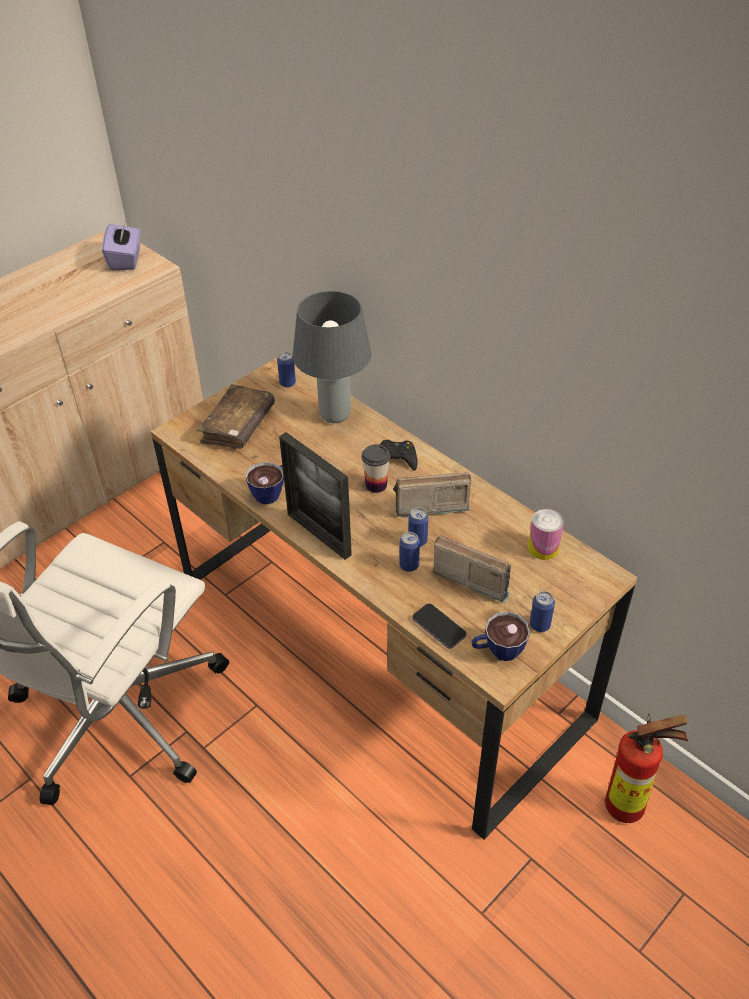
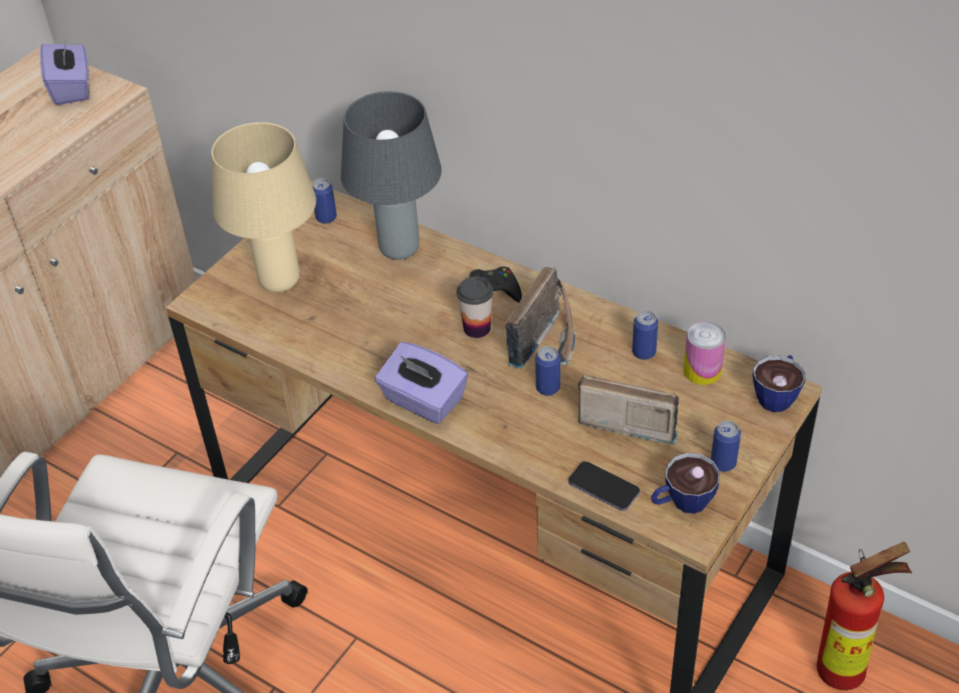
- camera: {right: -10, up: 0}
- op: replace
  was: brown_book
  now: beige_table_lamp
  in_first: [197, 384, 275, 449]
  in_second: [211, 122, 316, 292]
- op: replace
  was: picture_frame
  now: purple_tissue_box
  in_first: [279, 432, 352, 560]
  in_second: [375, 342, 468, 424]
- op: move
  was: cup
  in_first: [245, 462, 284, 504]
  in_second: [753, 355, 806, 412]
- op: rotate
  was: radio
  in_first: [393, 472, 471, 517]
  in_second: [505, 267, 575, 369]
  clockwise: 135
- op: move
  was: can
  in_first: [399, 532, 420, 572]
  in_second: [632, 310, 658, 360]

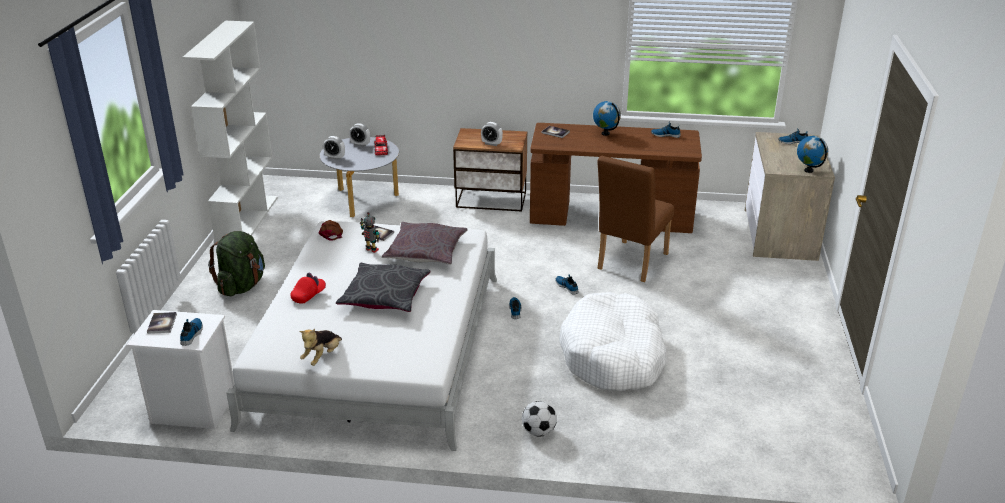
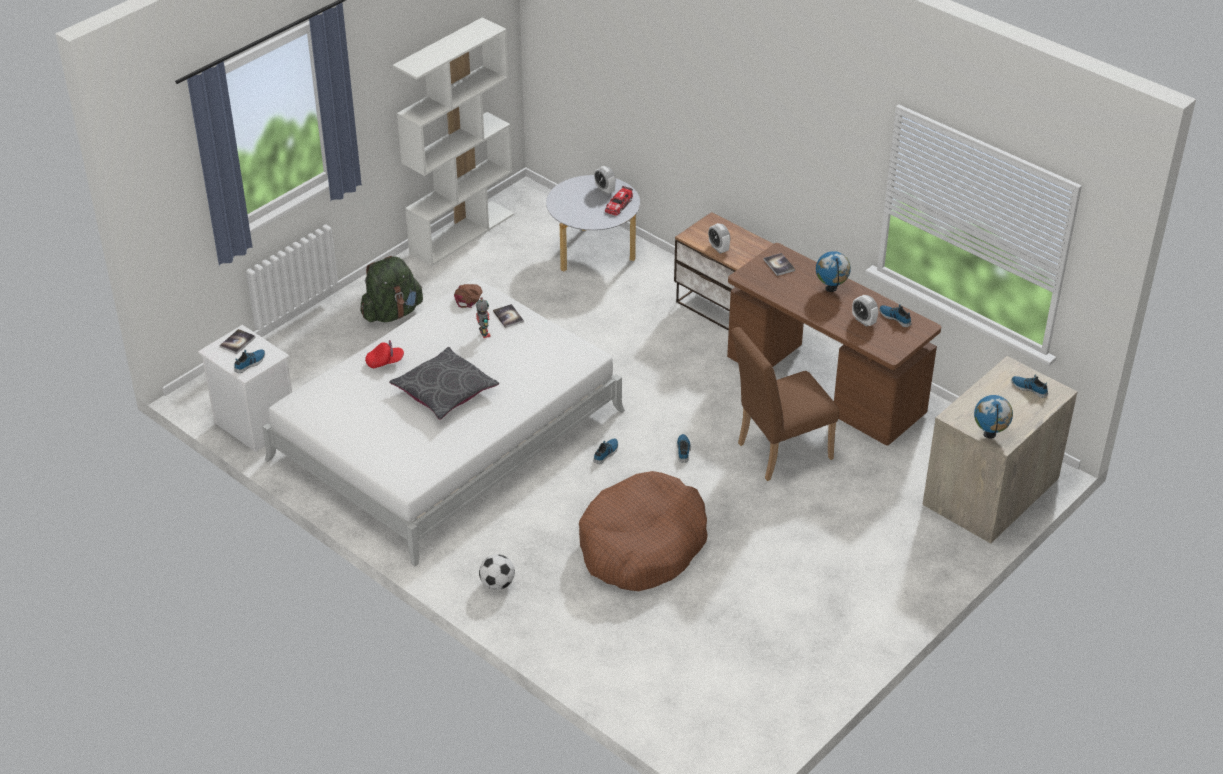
- camera: {right: 35, up: 10}
- op: move
  was: alarm_clock
  in_first: [323, 136, 345, 160]
  in_second: [852, 295, 878, 327]
- op: delete
  was: grey_pillow
  in_first: [382, 222, 468, 265]
- op: recolor
  was: white_dog_bed
  now: brown_dog_bed
  in_first: [559, 292, 667, 391]
  in_second: [579, 471, 708, 591]
- op: delete
  was: plush_toy
  in_first: [299, 329, 342, 366]

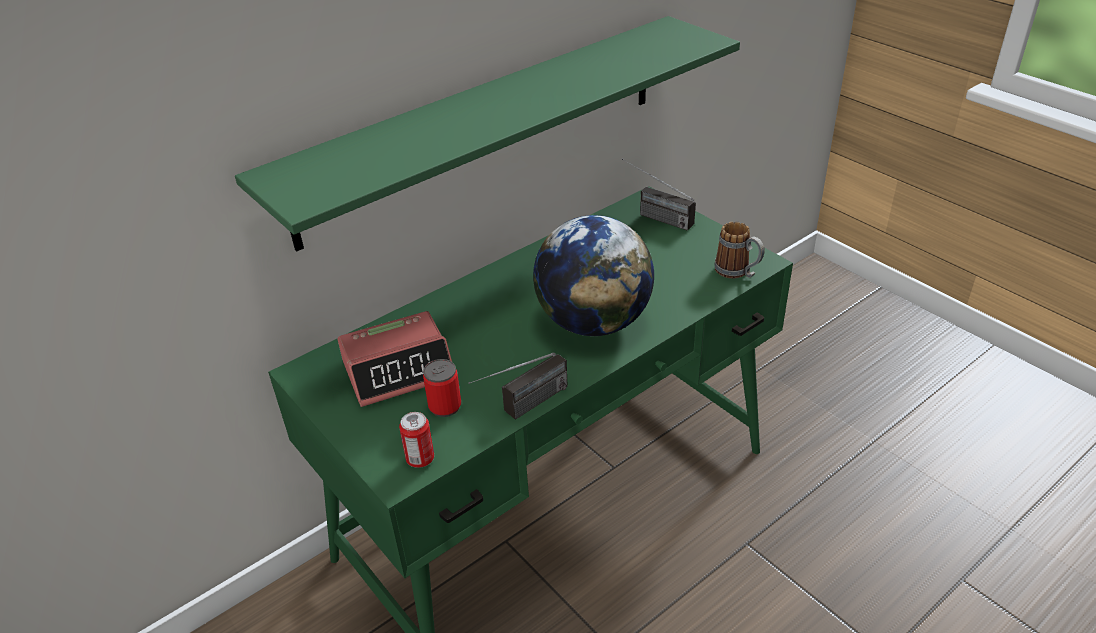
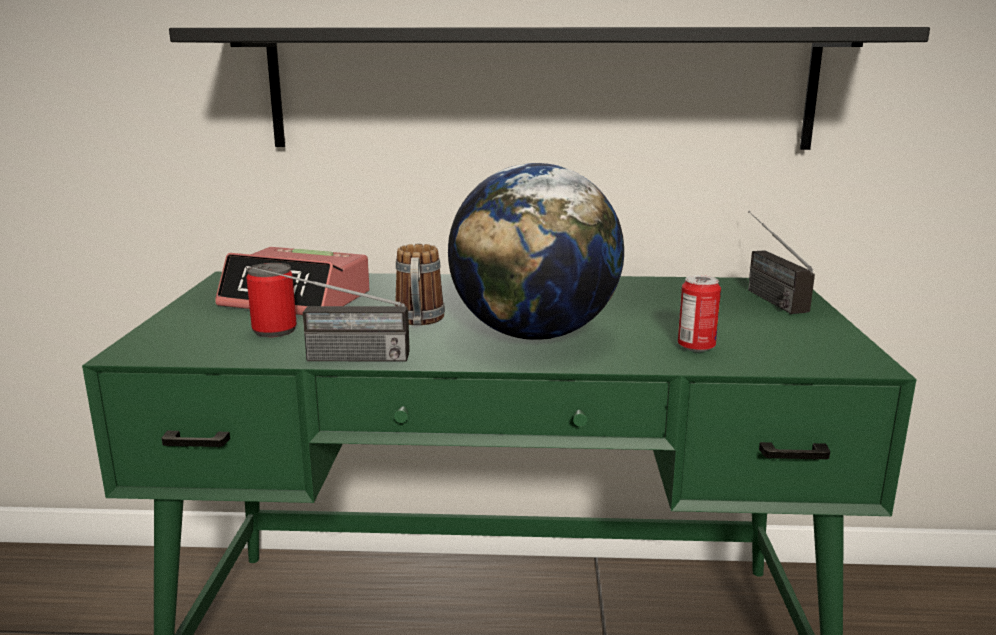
- camera: {right: 40, up: -20}
- op: recolor
  was: green_shelf
  now: black_shelf
  in_first: [235, 16, 740, 252]
  in_second: [169, 27, 930, 150]
- op: move
  was: mug
  in_first: [714, 222, 765, 279]
  in_second: [394, 244, 445, 325]
- op: move
  was: can
  in_first: [399, 412, 434, 468]
  in_second: [678, 275, 721, 352]

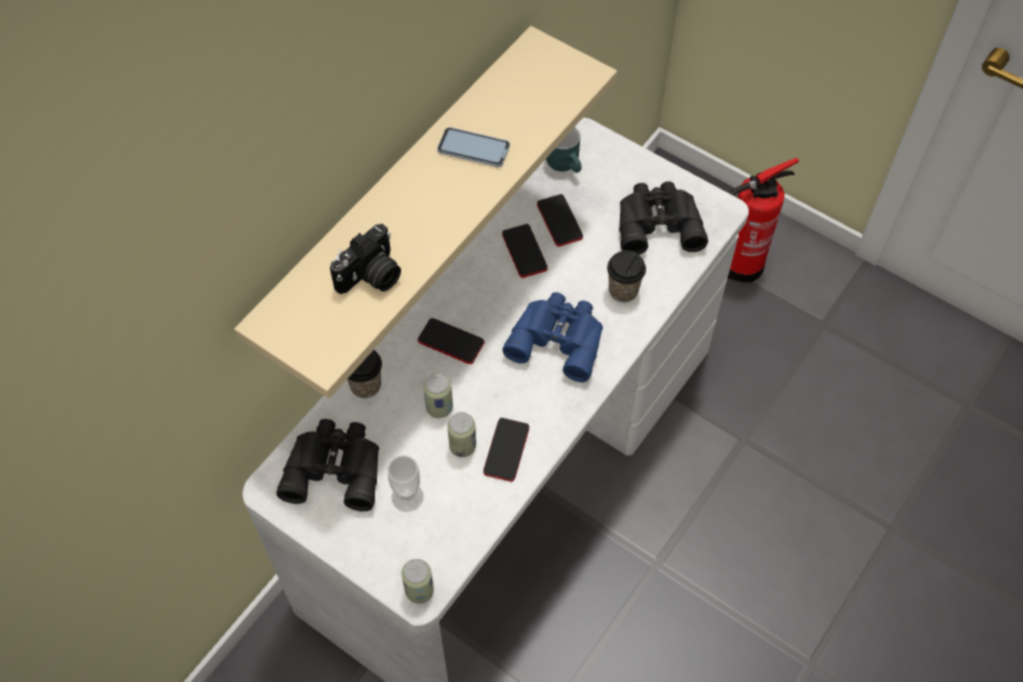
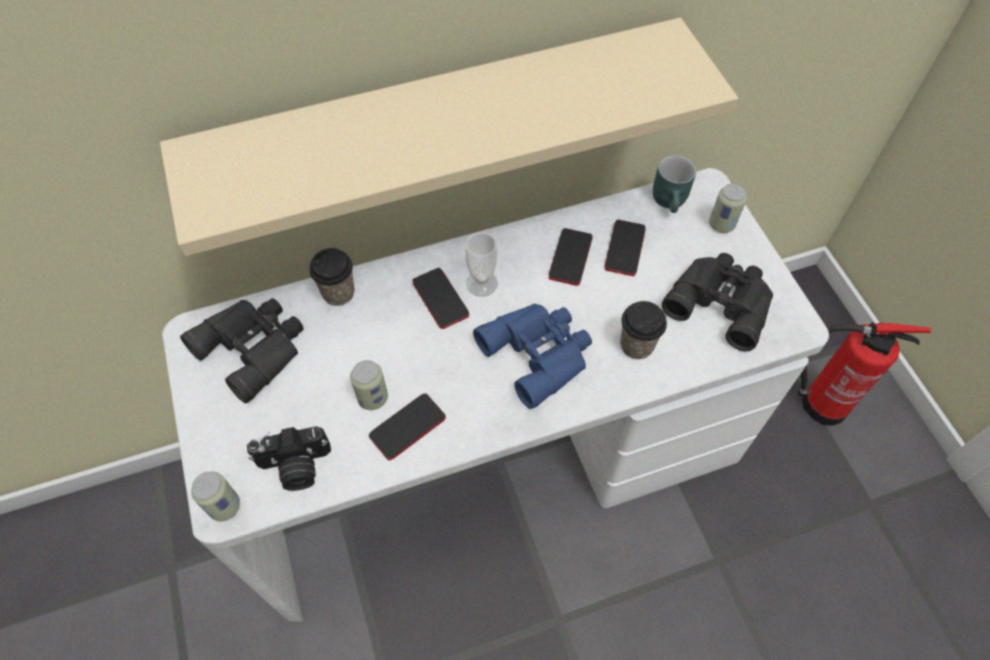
- camera: {right: 35, up: 0}
- op: delete
  was: phone
  in_first: [437, 127, 510, 167]
- op: move
  was: photo_camera
  in_first: [330, 224, 401, 294]
  in_second: [247, 426, 331, 491]
- op: move
  was: can
  in_first: [423, 373, 453, 418]
  in_second: [709, 183, 747, 233]
- op: move
  was: cup
  in_first: [387, 455, 424, 512]
  in_second: [465, 232, 498, 297]

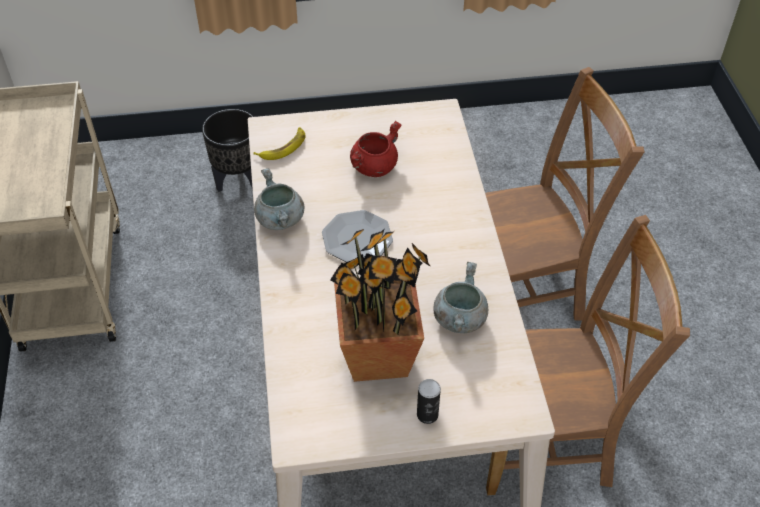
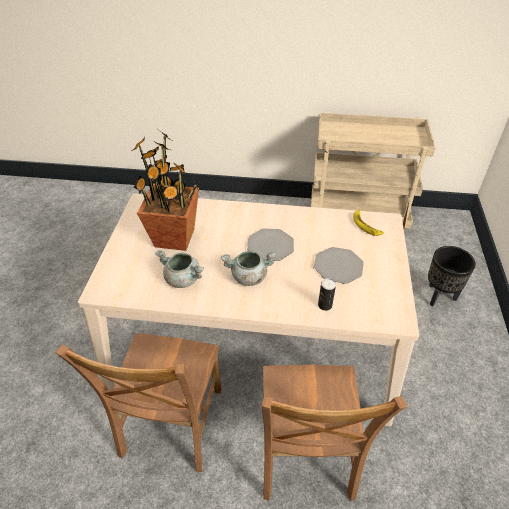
- camera: {right: 105, up: -5}
- op: replace
  was: red_cooking_pot
  now: plate
  in_first: [350, 121, 401, 177]
  in_second: [314, 247, 364, 284]
- op: move
  was: grey_cooking_pot
  in_first: [254, 168, 304, 230]
  in_second: [221, 251, 276, 286]
- op: move
  was: can
  in_first: [417, 379, 441, 424]
  in_second: [318, 278, 336, 311]

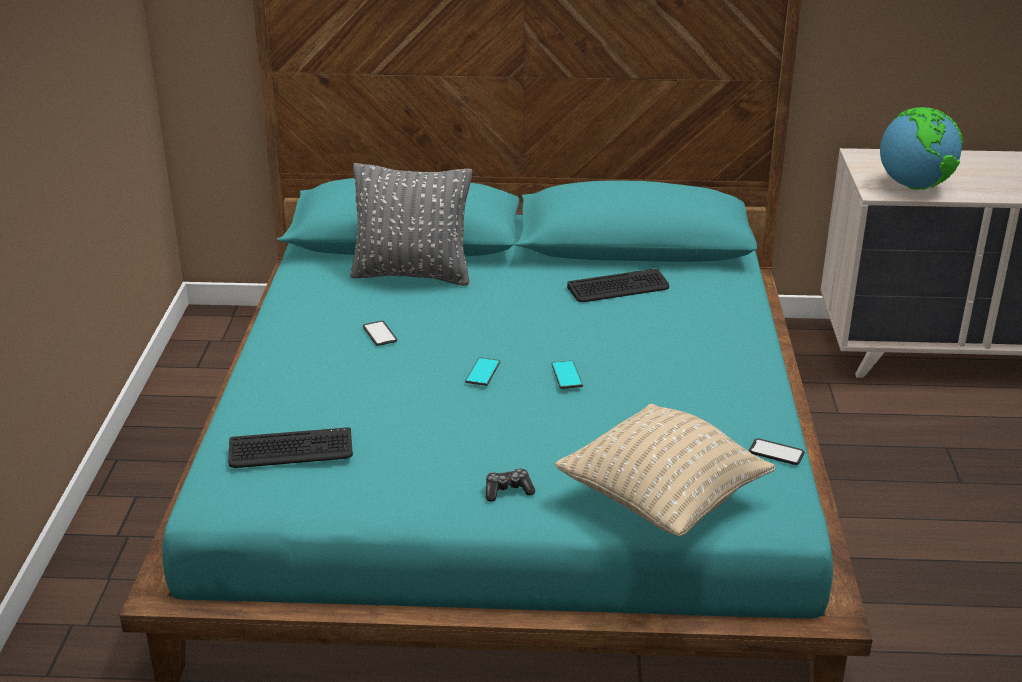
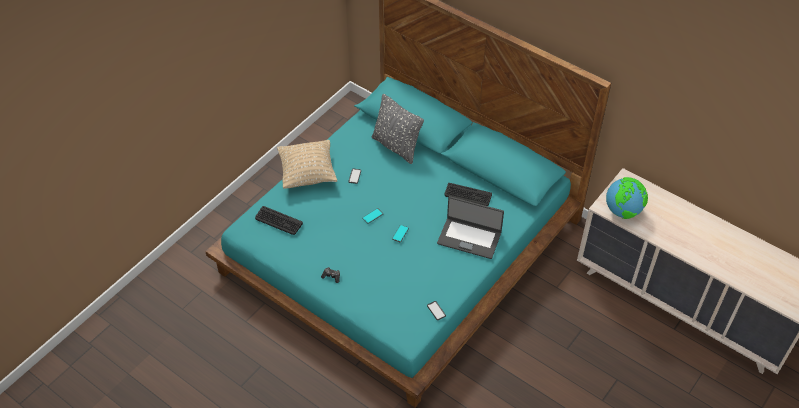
- camera: {right: 35, up: 20}
- op: move
  was: beige_pillow
  in_first: [555, 404, 775, 536]
  in_second: [277, 140, 337, 189]
- op: insert
  now: laptop
  in_second: [437, 196, 504, 259]

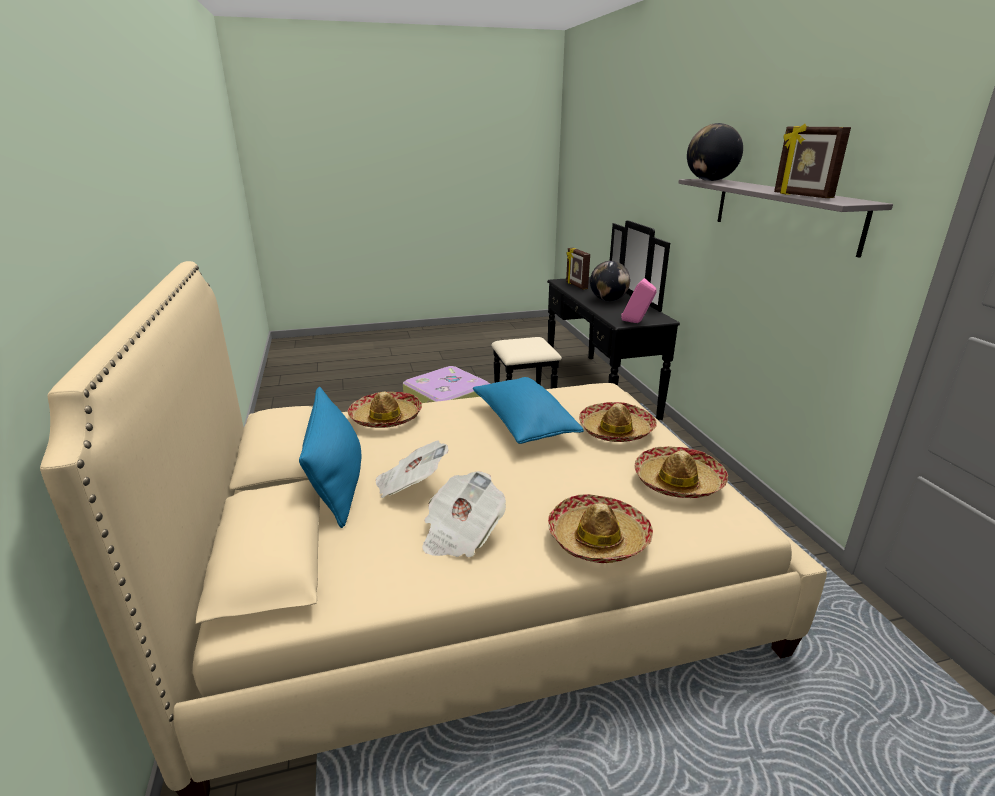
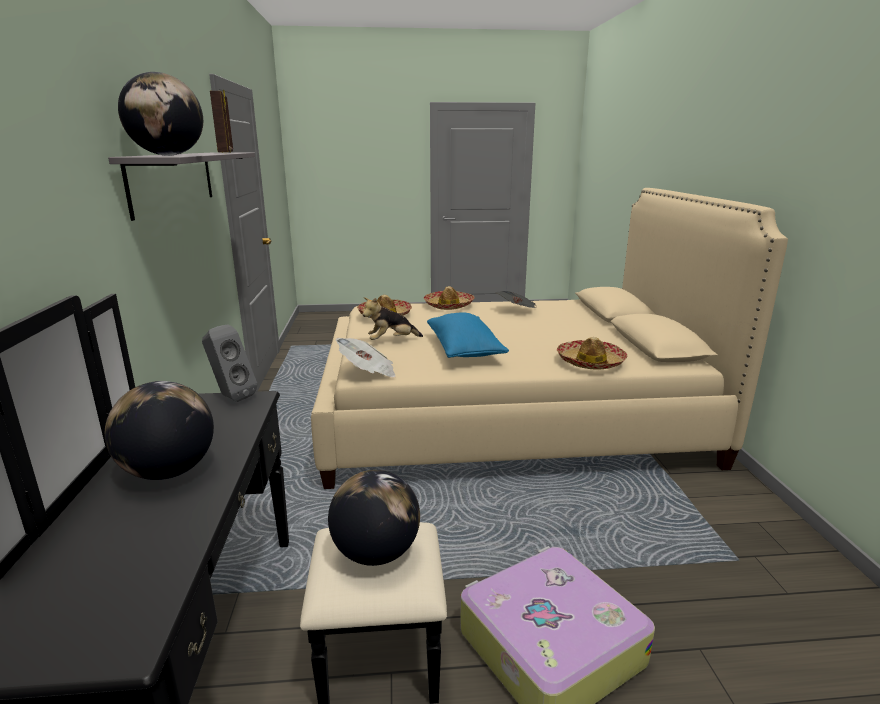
- camera: {right: -170, up: -5}
- op: delete
  was: picture_frame
  in_first: [566, 248, 590, 290]
- op: recolor
  was: pink_speaker
  now: grey_speaker
  in_first: [621, 278, 657, 323]
  in_second: [202, 324, 257, 402]
- op: delete
  was: blue_pillow
  in_first: [299, 387, 361, 528]
- op: replace
  was: hat
  now: plush_toy
  in_first: [579, 402, 657, 442]
  in_second: [363, 297, 423, 340]
- op: move
  was: newspaper
  in_first: [375, 440, 448, 498]
  in_second: [336, 338, 395, 378]
- op: insert
  now: globe
  in_second: [328, 470, 420, 566]

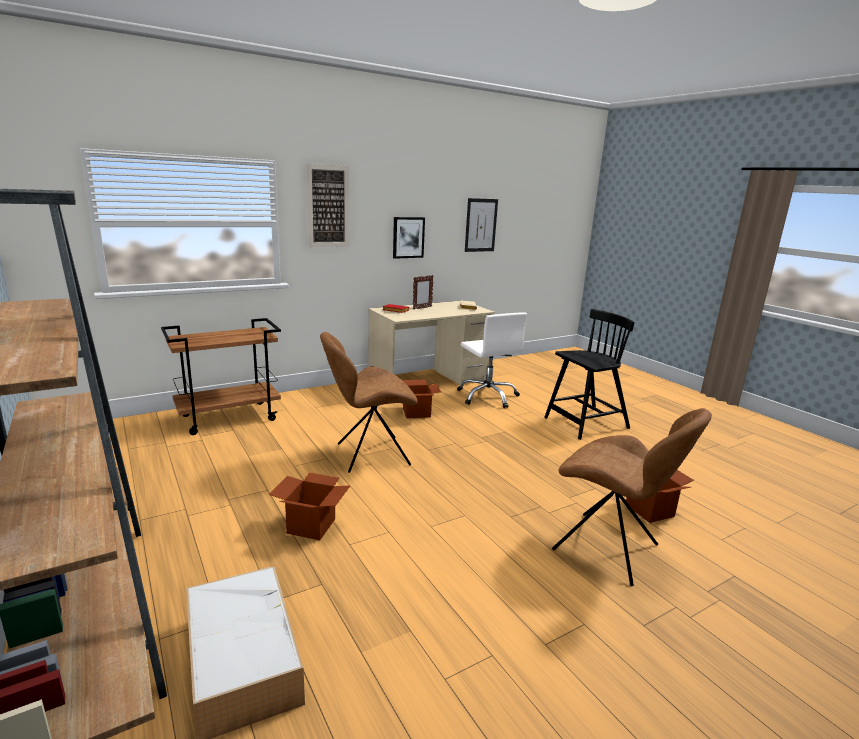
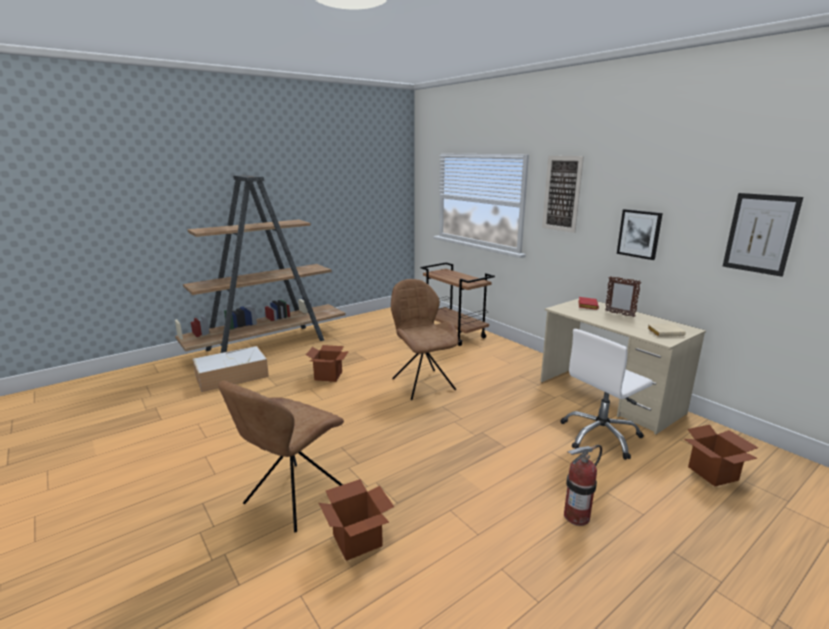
- camera: {right: 85, up: 0}
- op: replace
  was: black_chair
  now: fire_extinguisher
  in_first: [544, 309, 634, 440]
  in_second: [564, 445, 602, 526]
- op: move
  was: cardboard_box
  in_first: [402, 379, 441, 418]
  in_second: [684, 425, 758, 486]

